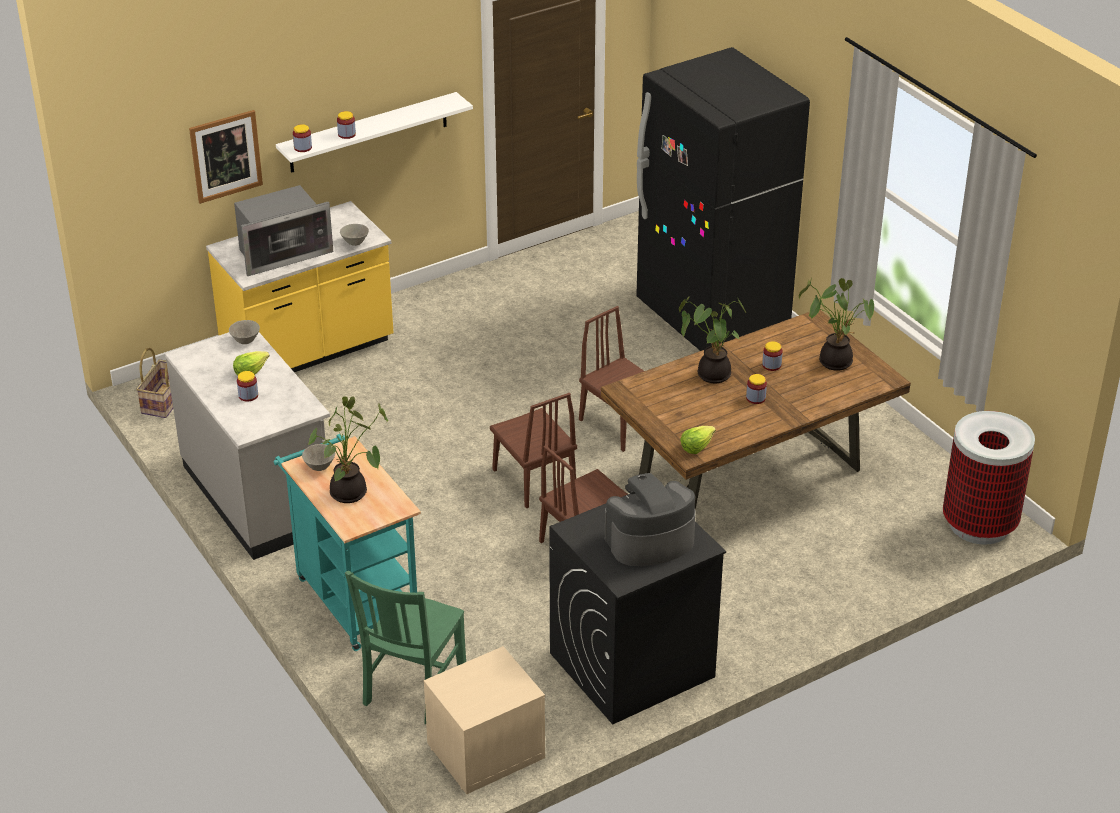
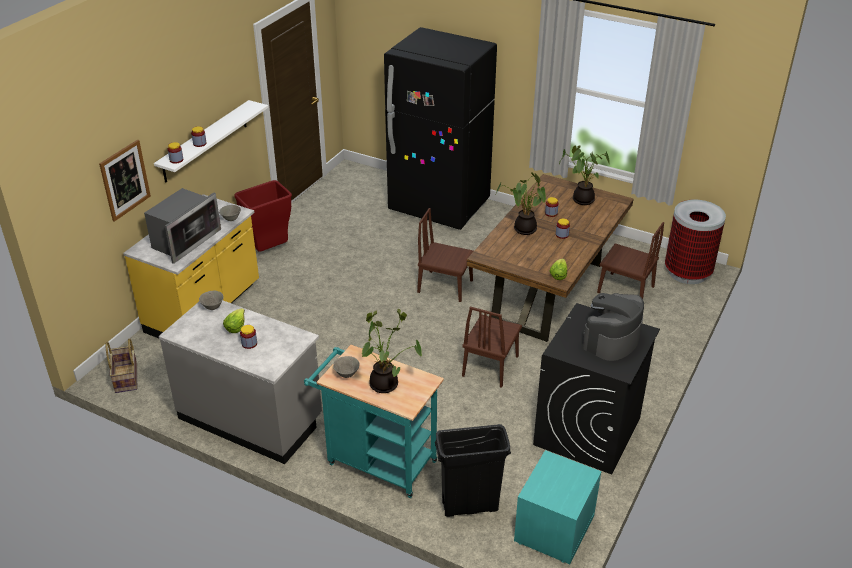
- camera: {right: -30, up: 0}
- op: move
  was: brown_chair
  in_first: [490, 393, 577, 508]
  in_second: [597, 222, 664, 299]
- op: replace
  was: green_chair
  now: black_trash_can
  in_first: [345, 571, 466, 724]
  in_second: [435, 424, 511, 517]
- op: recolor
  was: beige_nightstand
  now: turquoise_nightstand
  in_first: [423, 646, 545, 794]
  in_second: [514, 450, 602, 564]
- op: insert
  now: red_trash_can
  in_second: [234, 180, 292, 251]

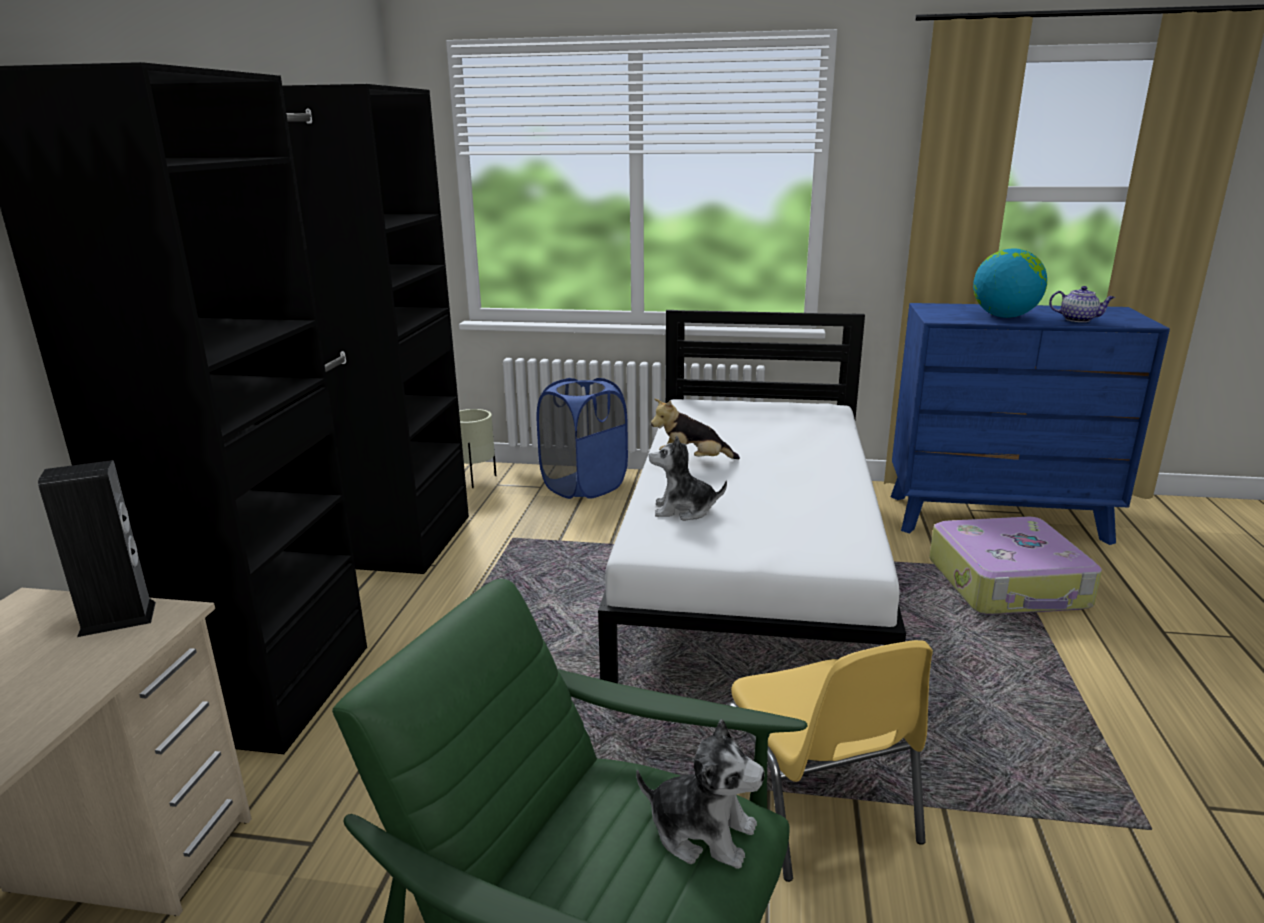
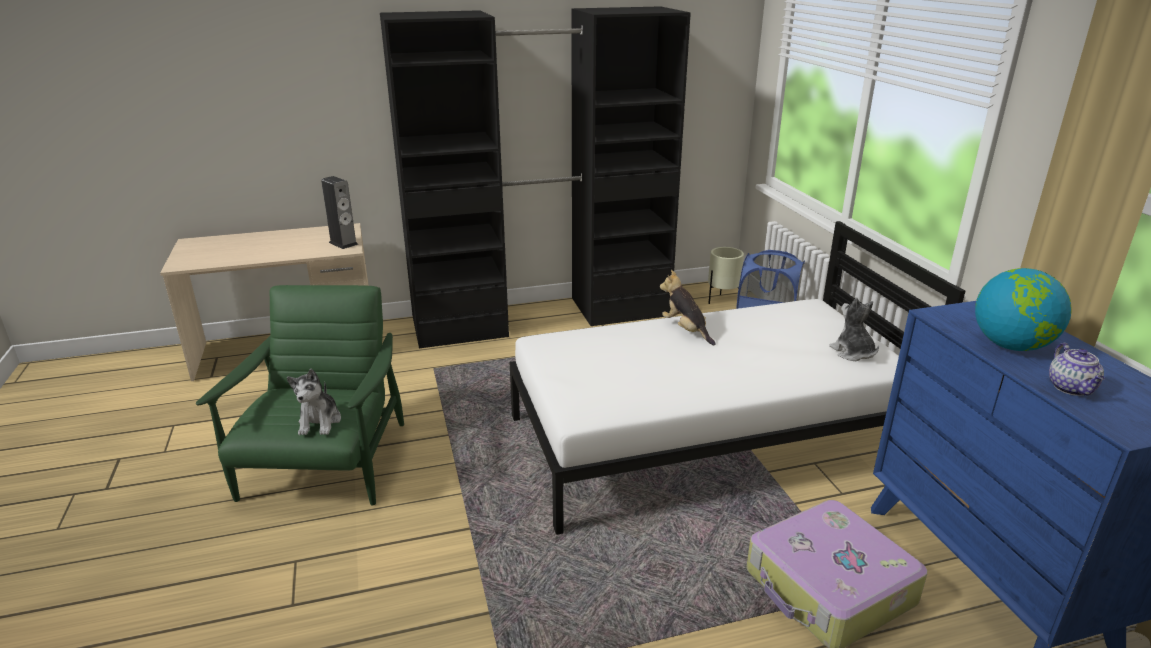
- camera: {right: 65, up: 5}
- op: move
  was: plush_toy
  in_first: [649, 436, 727, 521]
  in_second: [829, 297, 879, 361]
- op: delete
  was: yellow_chair
  in_first: [726, 640, 933, 882]

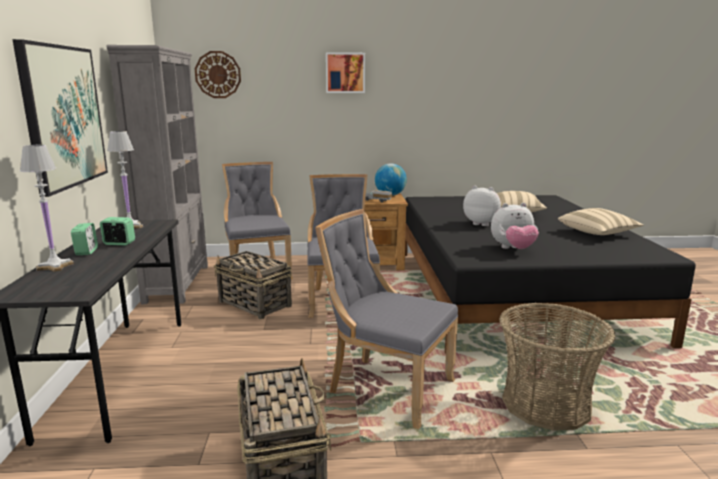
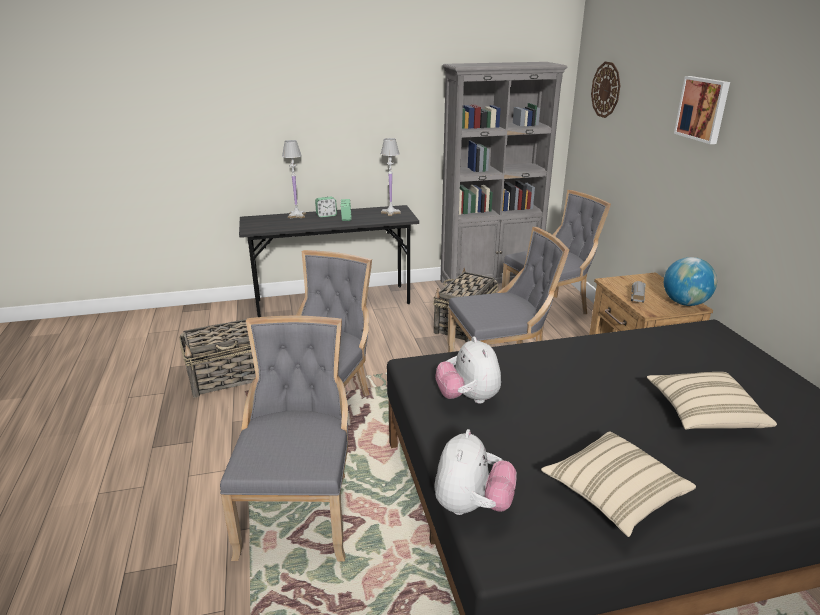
- camera: {right: 80, up: 10}
- op: delete
  was: picture
  in_first: [12, 39, 108, 197]
- op: move
  was: plush_toy
  in_first: [463, 186, 501, 226]
  in_second: [434, 429, 517, 515]
- op: replace
  was: basket
  now: grey_chair
  in_first: [499, 303, 616, 431]
  in_second: [220, 315, 348, 561]

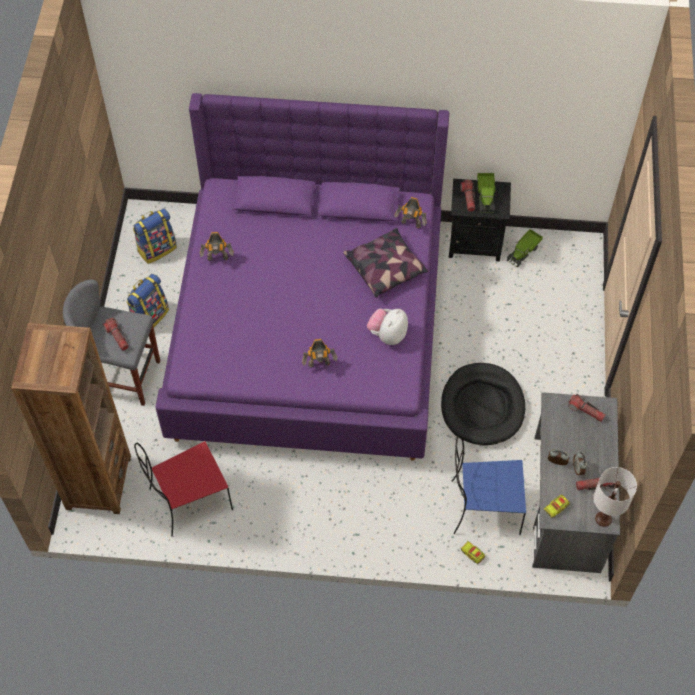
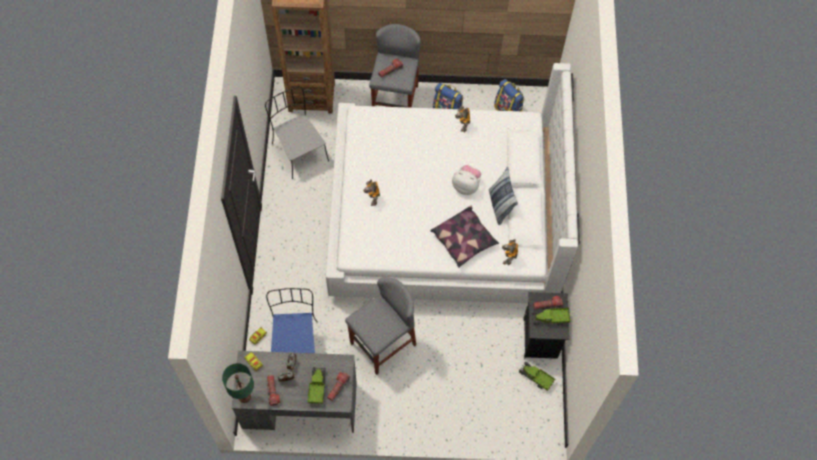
- camera: {right: 85, up: 5}
- op: recolor
  was: purple_bed
  now: white_bed
  in_first: [155, 93, 449, 461]
  in_second: [326, 63, 580, 303]
- op: move
  was: plush_toy
  in_first: [367, 308, 408, 345]
  in_second: [452, 165, 481, 195]
- op: replace
  was: black_dog_bed
  now: grey_stool
  in_first: [441, 363, 525, 446]
  in_second: [345, 277, 416, 375]
- op: recolor
  was: red_chair
  now: grey_chair
  in_first: [134, 441, 233, 536]
  in_second: [265, 87, 329, 179]
- op: recolor
  was: white_table_lamp
  now: green_table_lamp
  in_first: [593, 467, 637, 527]
  in_second: [222, 363, 254, 403]
- op: insert
  now: pillow
  in_second: [489, 167, 518, 225]
- op: insert
  now: toy_truck
  in_second: [307, 367, 326, 404]

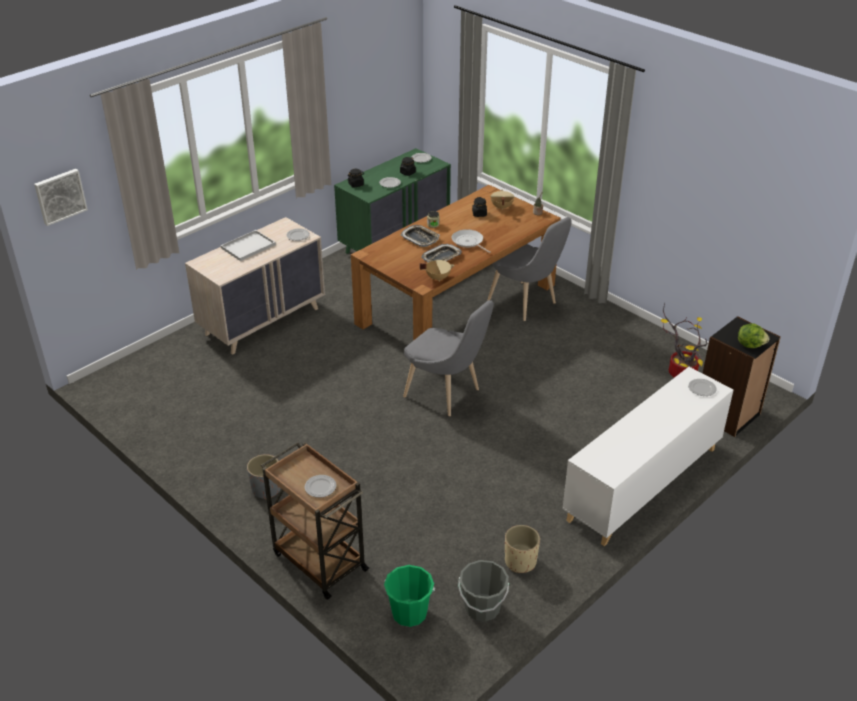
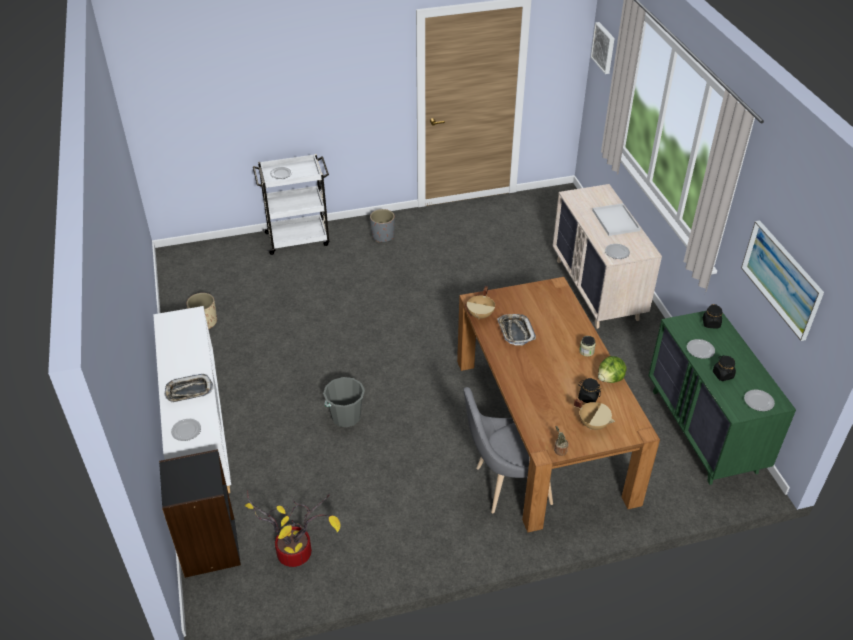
- camera: {right: 120, up: 5}
- op: move
  was: tray
  in_first: [400, 225, 440, 247]
  in_second: [165, 374, 213, 402]
- op: delete
  was: frying_pan
  in_first: [452, 229, 491, 253]
- op: delete
  was: grey_chair
  in_first: [403, 300, 494, 416]
- op: move
  was: lettuce
  in_first: [738, 323, 769, 348]
  in_second: [598, 356, 627, 383]
- op: recolor
  was: brown_cart
  now: white_cart
  in_first: [261, 442, 370, 600]
  in_second: [253, 154, 330, 255]
- op: move
  was: grey_bucket
  in_first: [458, 560, 509, 622]
  in_second: [323, 377, 365, 427]
- op: delete
  was: green_bucket
  in_first: [384, 565, 435, 627]
- op: insert
  now: picture
  in_second: [741, 220, 824, 341]

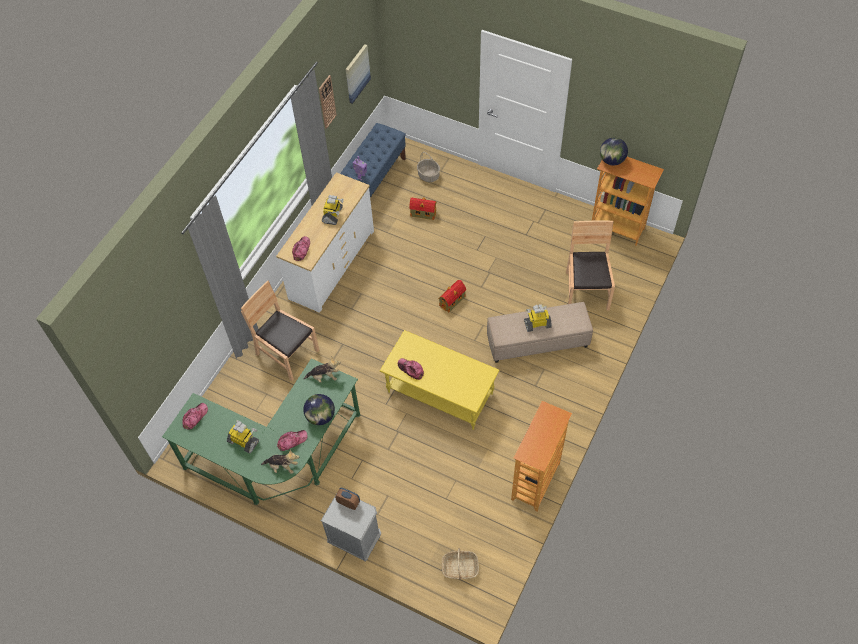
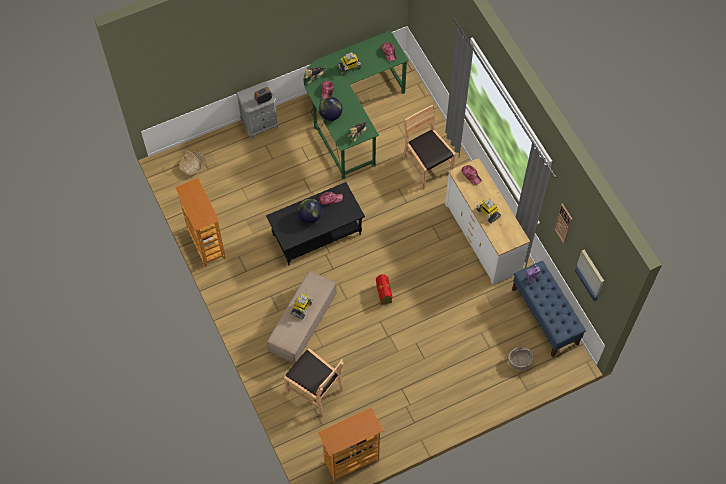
- camera: {right: 125, up: 5}
- op: move
  was: globe
  in_first: [600, 137, 628, 165]
  in_second: [298, 199, 322, 223]
- op: delete
  was: toy_house
  in_first: [409, 197, 437, 220]
- op: rotate
  was: brown_chair
  in_first: [241, 281, 319, 381]
  in_second: [403, 105, 456, 189]
  clockwise: -105
- op: recolor
  was: yellow_coffee_table
  now: black_coffee_table
  in_first: [380, 330, 500, 430]
  in_second: [266, 182, 365, 265]

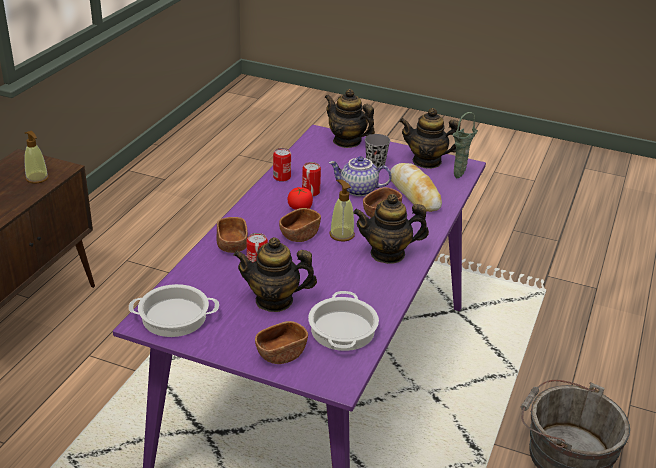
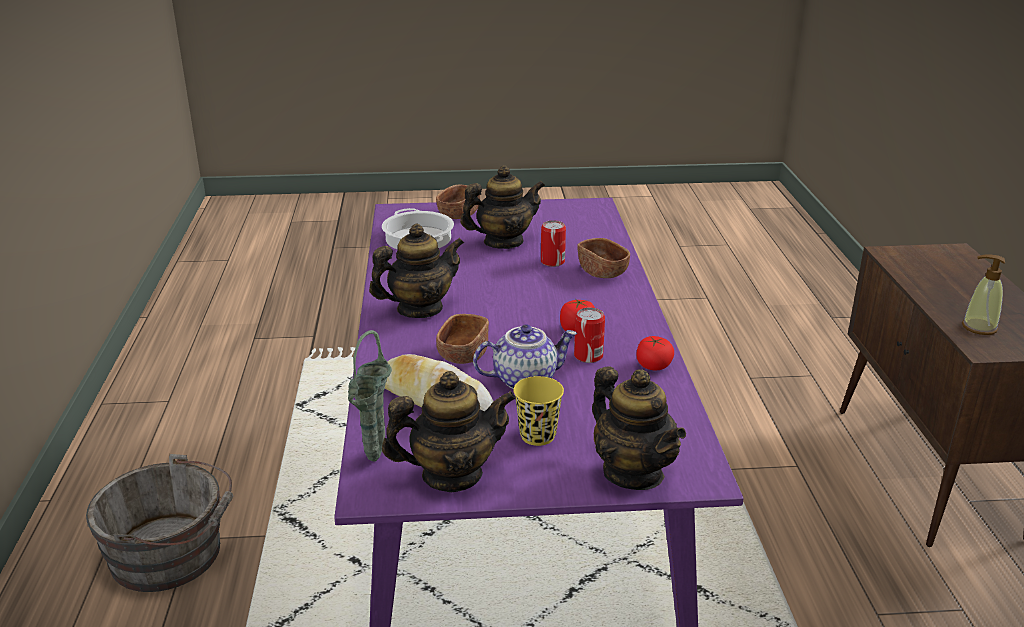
- camera: {right: 155, up: -5}
- op: rotate
  was: teapot
  in_first: [325, 89, 375, 148]
  in_second: [592, 366, 686, 490]
  clockwise: 45
- op: recolor
  was: grey_cup
  now: yellow_cup
  in_first: [365, 134, 390, 168]
  in_second: [513, 376, 564, 446]
- op: replace
  was: can
  now: tomato
  in_first: [273, 148, 291, 182]
  in_second: [636, 336, 674, 370]
- op: delete
  was: soap_dispenser
  in_first: [330, 179, 355, 242]
- op: delete
  was: brown_bowl
  in_first: [279, 208, 321, 242]
- op: delete
  was: cooking_pot
  in_first: [129, 284, 219, 337]

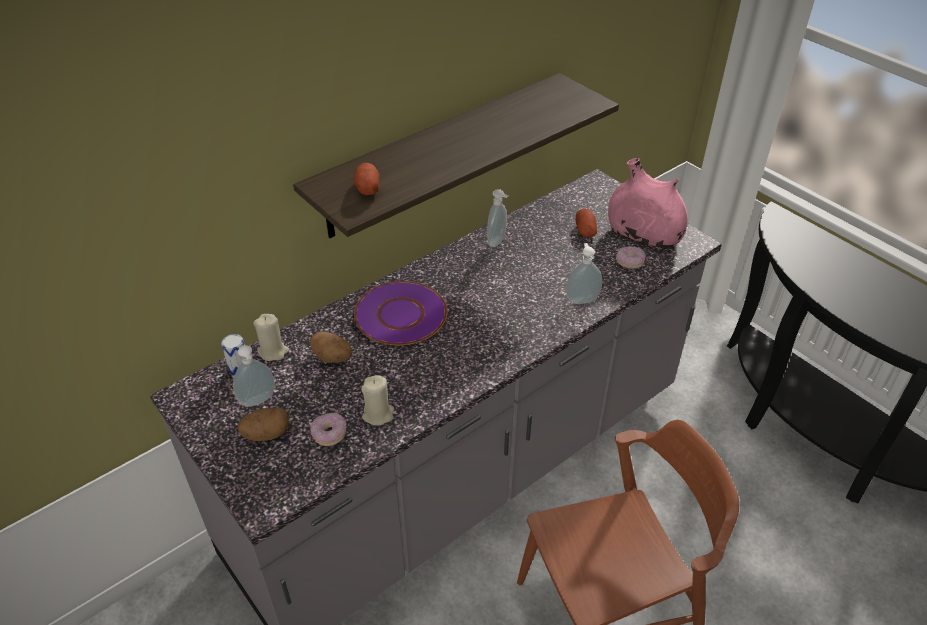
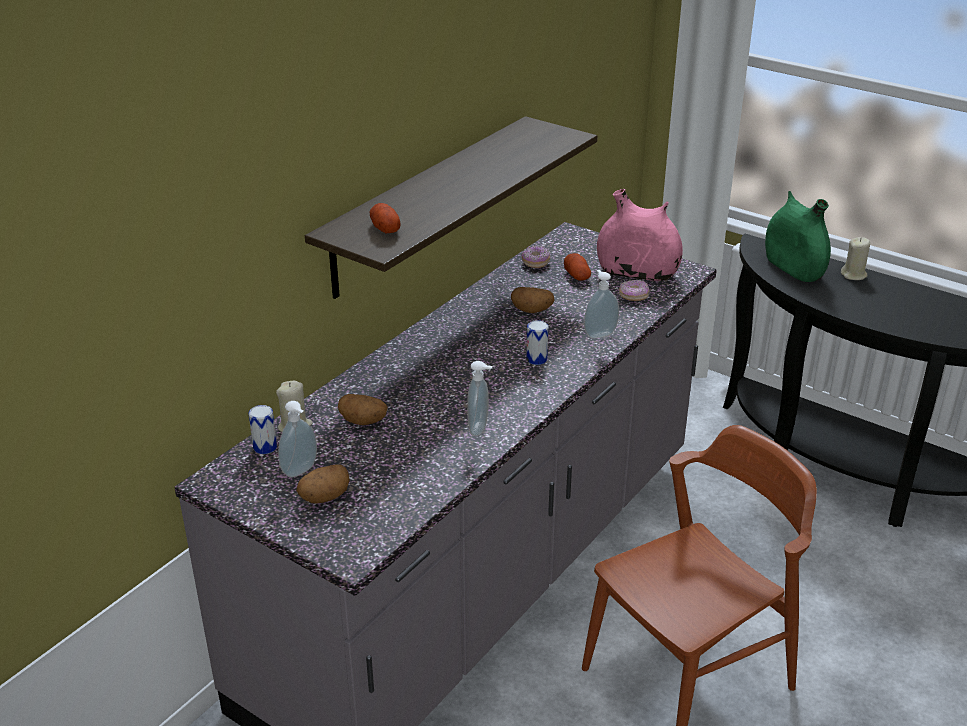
- camera: {right: -15, up: -10}
- op: move
  was: soap_dispenser
  in_first: [487, 189, 509, 247]
  in_second: [467, 361, 492, 436]
- op: delete
  was: purple_plate
  in_first: [354, 281, 447, 345]
- op: move
  was: beige_candle
  in_first: [361, 375, 394, 425]
  in_second: [841, 237, 870, 280]
- op: move
  was: donut
  in_first: [310, 413, 346, 446]
  in_second: [522, 245, 550, 268]
- op: insert
  now: green_vase
  in_second: [765, 191, 831, 282]
- op: insert
  now: potato
  in_second: [511, 287, 554, 313]
- op: insert
  now: can
  in_second: [526, 320, 548, 365]

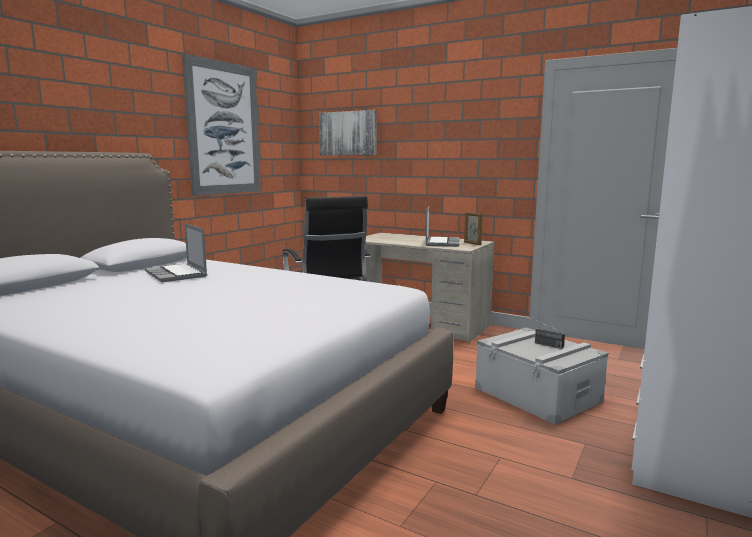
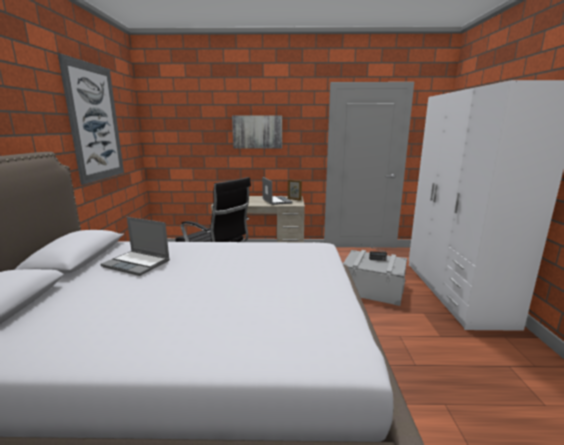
- camera: {right: -30, up: 5}
- op: move
  was: picture
  in_first: [319, 110, 377, 155]
  in_second: [232, 115, 282, 149]

